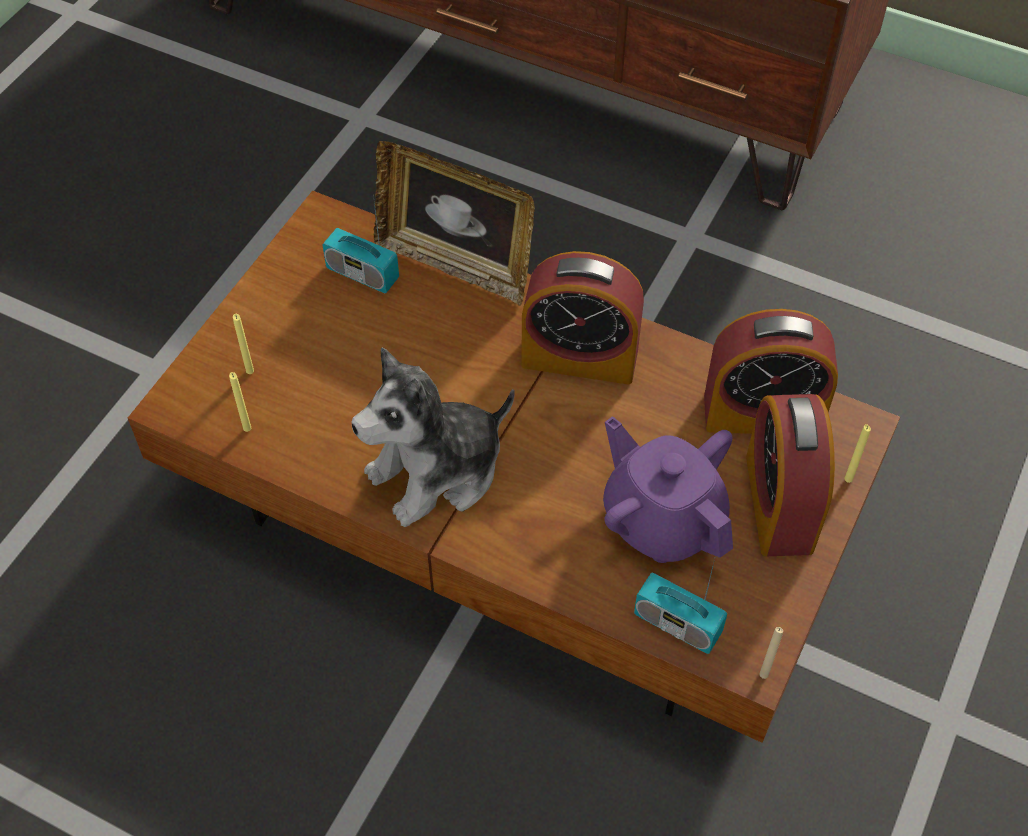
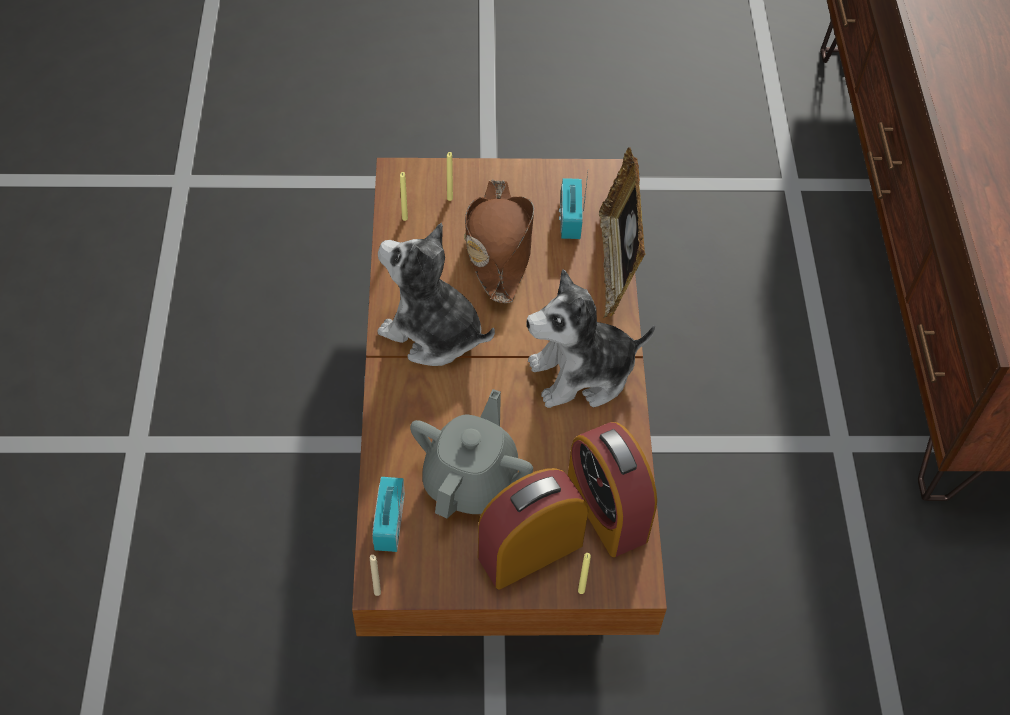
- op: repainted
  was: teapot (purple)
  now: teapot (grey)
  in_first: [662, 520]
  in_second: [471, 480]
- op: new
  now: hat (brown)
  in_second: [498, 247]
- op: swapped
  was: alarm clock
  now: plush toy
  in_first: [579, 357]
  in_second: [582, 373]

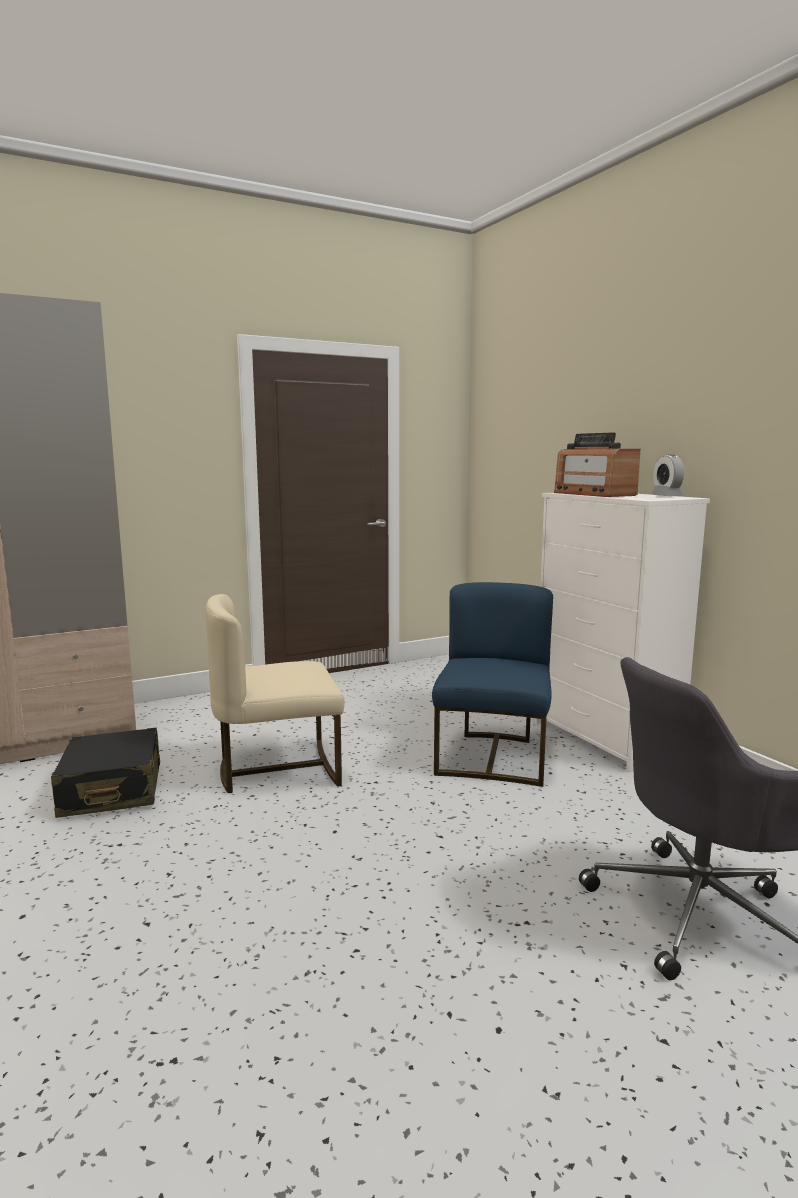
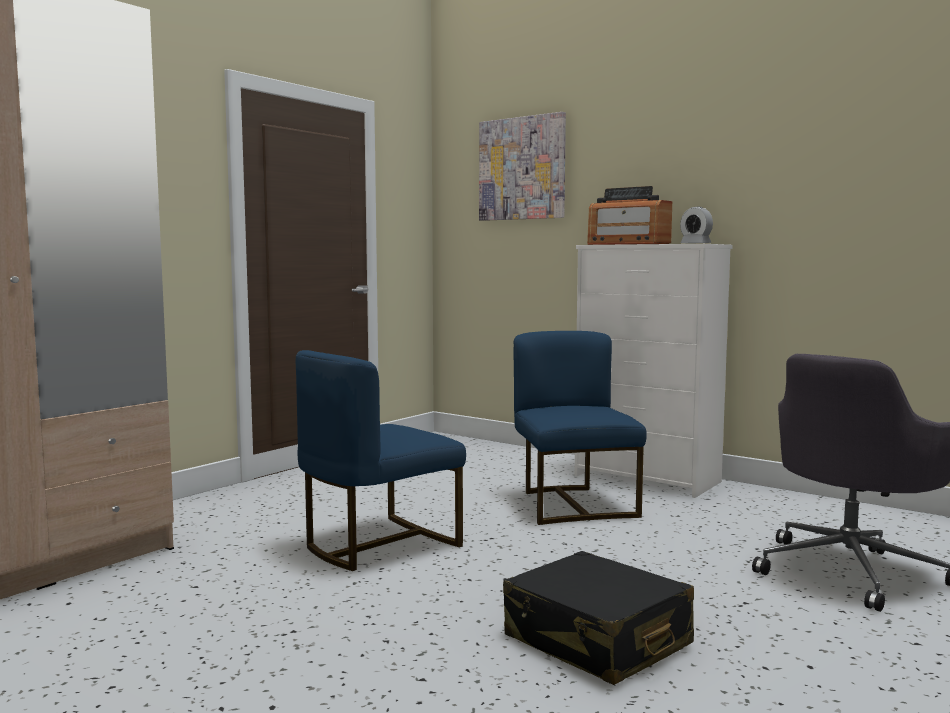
- op: repainted
  was: chair (beige)
  now: chair (blue)
  in_first: [278, 769]
  in_second: [378, 544]
- op: new
  now: picture
  in_second: [522, 168]
- op: shifted
  was: suitcase (black)
  in_first: [112, 790]
  in_second: [597, 641]

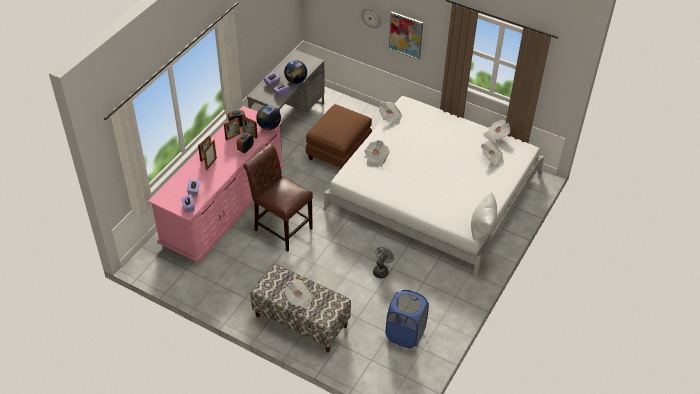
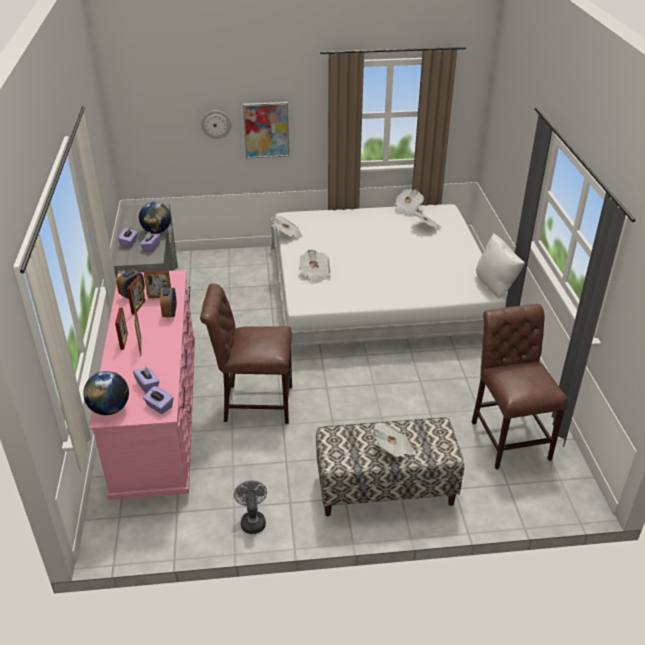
- op: shifted
  was: globe
  in_first: [269, 126]
  in_second: [109, 409]
- op: shifted
  was: fan (grey)
  in_first: [381, 270]
  in_second: [252, 520]
- op: swapped
  was: laundry basket (blue)
  now: chair (brown)
  in_first: [405, 334]
  in_second: [508, 436]
- op: gone
  was: ottoman (brown)
  in_first: [339, 151]

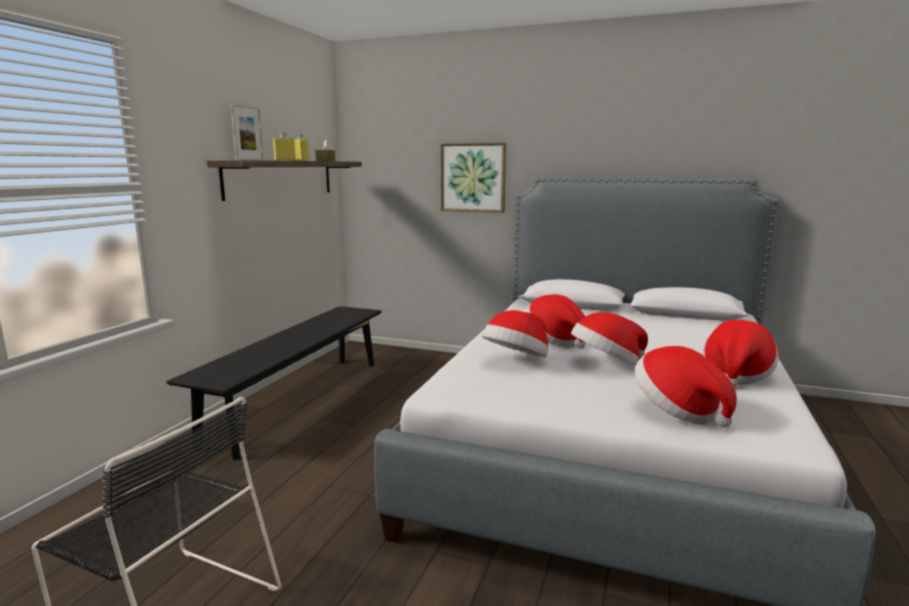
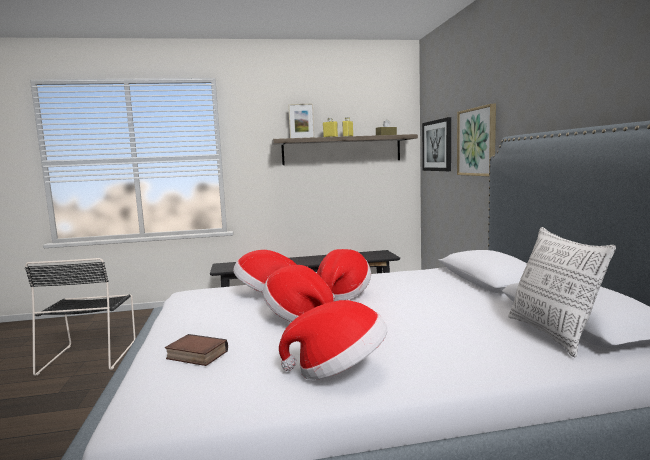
- op: swapped
  was: hat
  now: book
  in_first: [677, 411]
  in_second: [195, 355]
- op: new
  now: picture
  in_second: [437, 145]
- op: new
  now: pillow
  in_second: [552, 334]

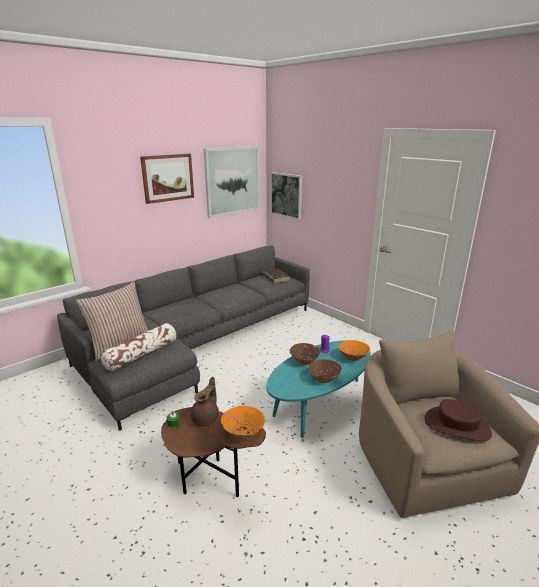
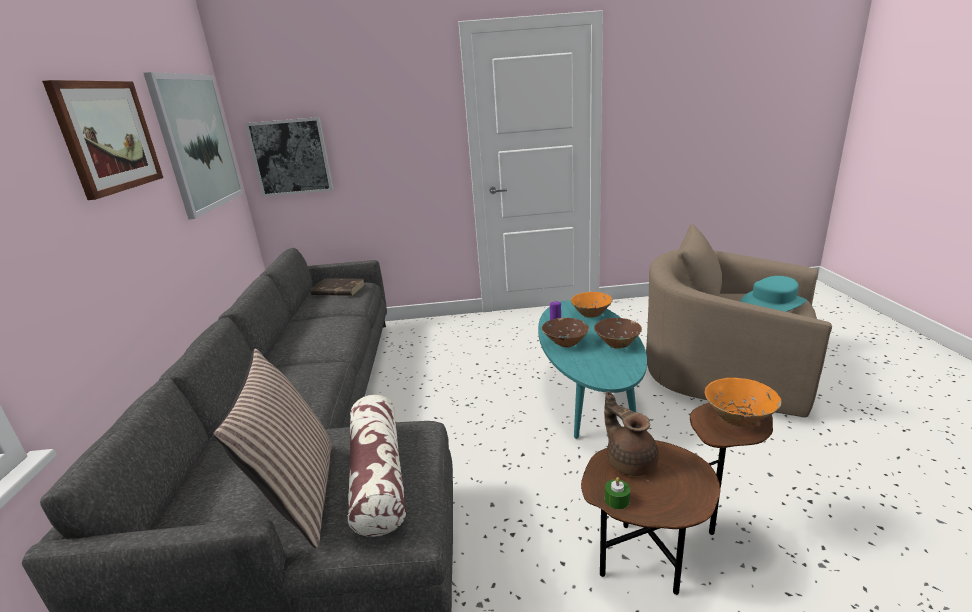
- op: repainted
  was: hat (brown)
  now: hat (turquoise)
  in_first: [457, 426]
  in_second: [772, 304]

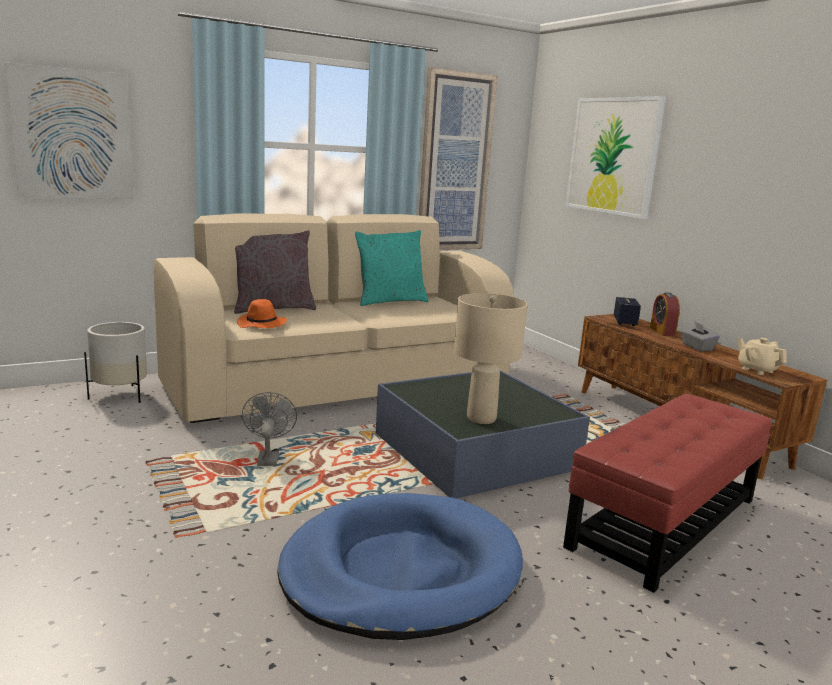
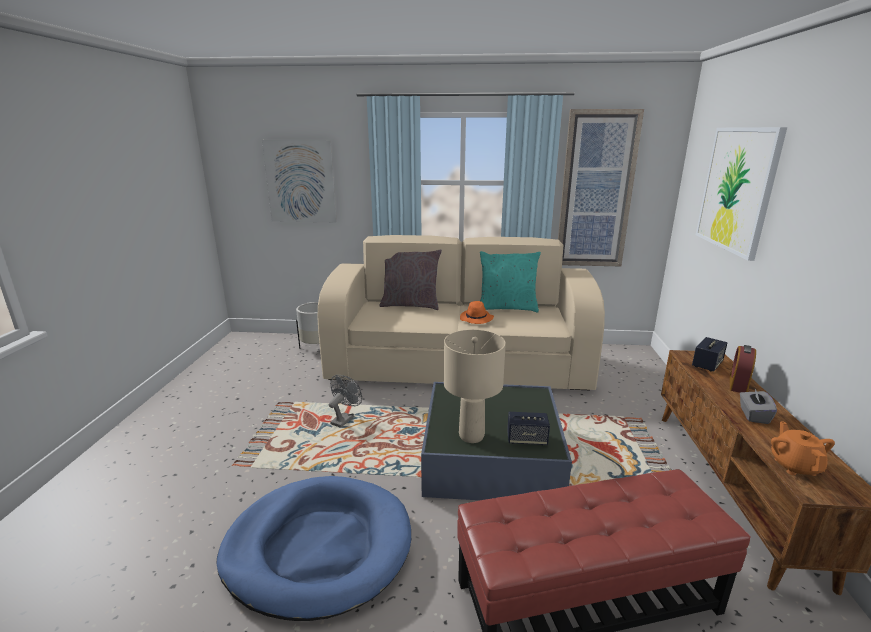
- op: shifted
  was: hat (orange)
  in_first: [262, 324]
  in_second: [476, 319]
- op: new
  now: speaker
  in_second: [526, 439]
- op: repainted
  was: teapot (beige)
  now: teapot (orange)
  in_first: [757, 370]
  in_second: [794, 466]

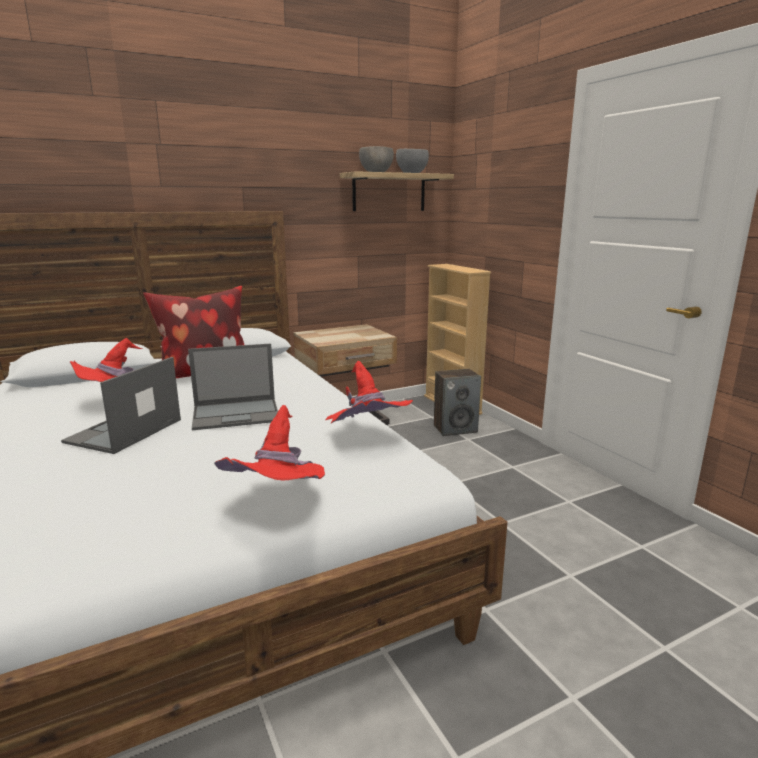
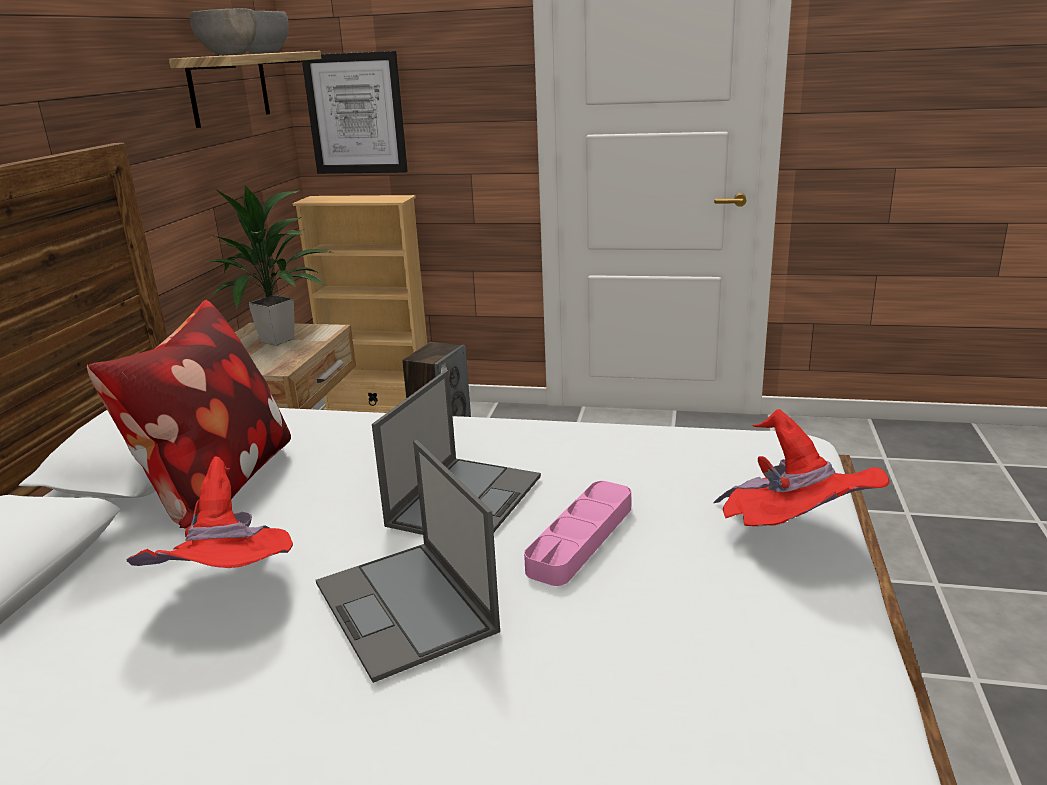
- op: new
  now: potted plant
  in_second: [279, 340]
- op: new
  now: picture
  in_second: [356, 114]
- op: new
  now: tray (pink)
  in_second: [581, 538]
- op: gone
  was: hat (red)
  in_first: [367, 437]

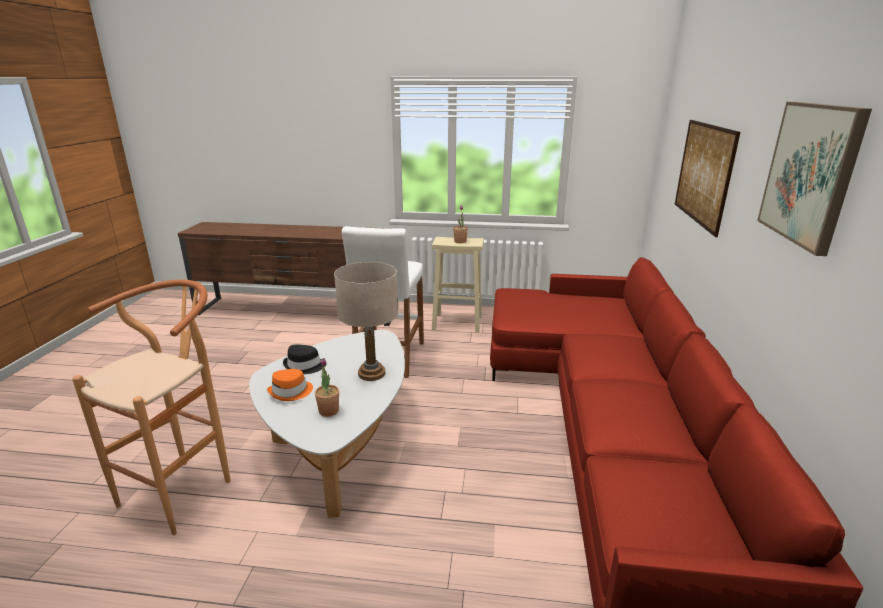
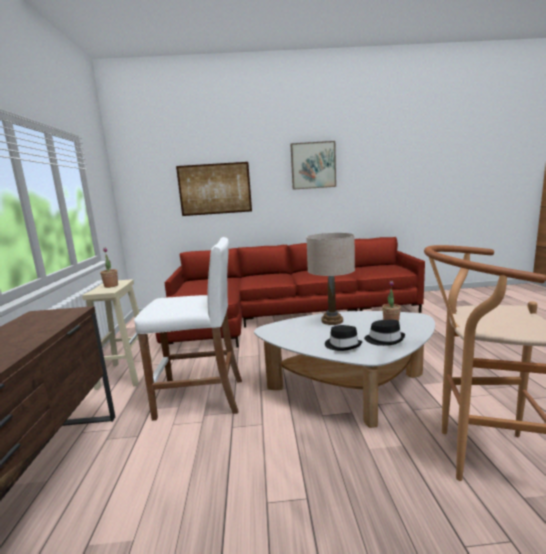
- op: repainted
  was: hat (orange)
  now: hat (black)
  in_first: [291, 392]
  in_second: [384, 339]

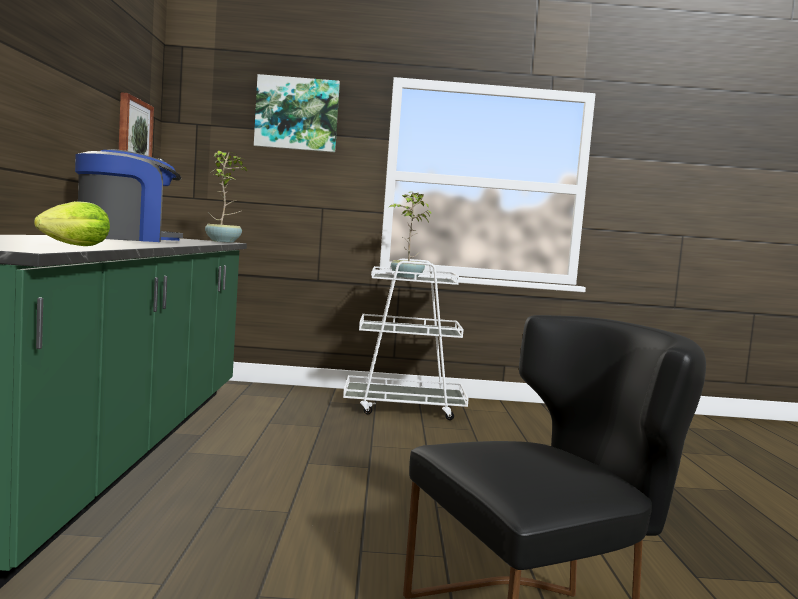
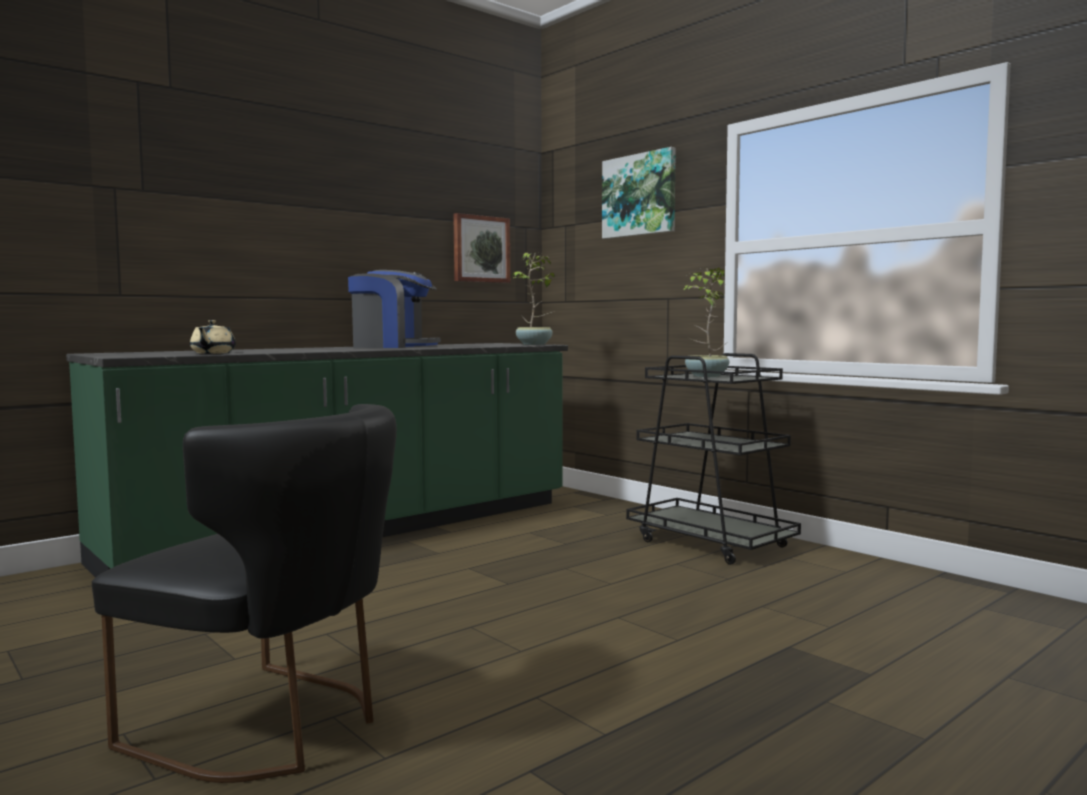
- op: swapped
  was: lettuce
  now: teapot (beige)
  in_first: [71, 245]
  in_second: [212, 353]
- op: repainted
  was: cart (white)
  now: cart (black)
  in_first: [404, 407]
  in_second: [710, 543]

